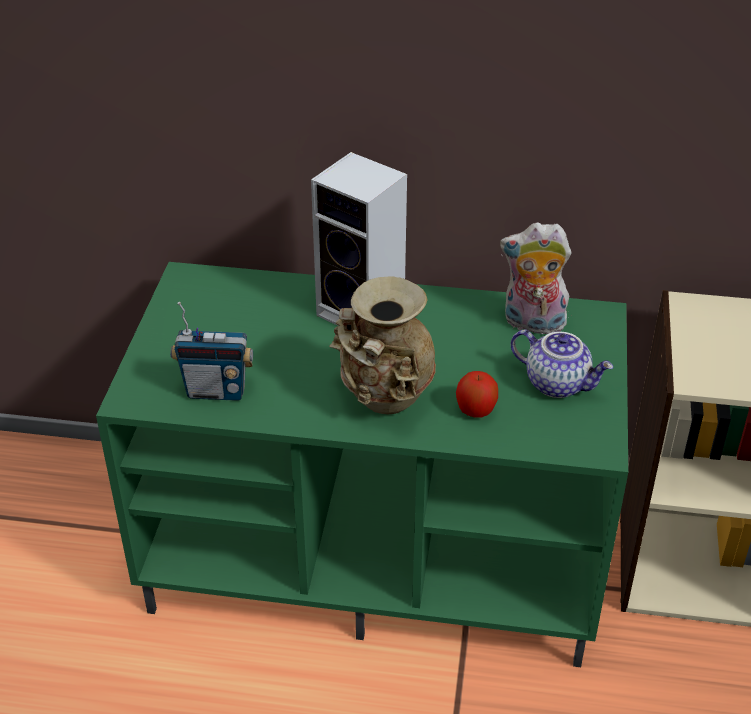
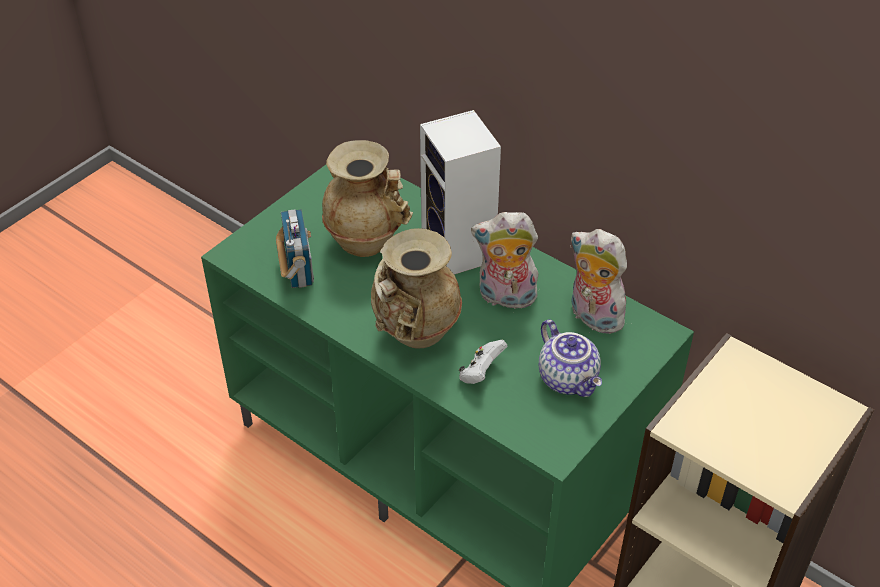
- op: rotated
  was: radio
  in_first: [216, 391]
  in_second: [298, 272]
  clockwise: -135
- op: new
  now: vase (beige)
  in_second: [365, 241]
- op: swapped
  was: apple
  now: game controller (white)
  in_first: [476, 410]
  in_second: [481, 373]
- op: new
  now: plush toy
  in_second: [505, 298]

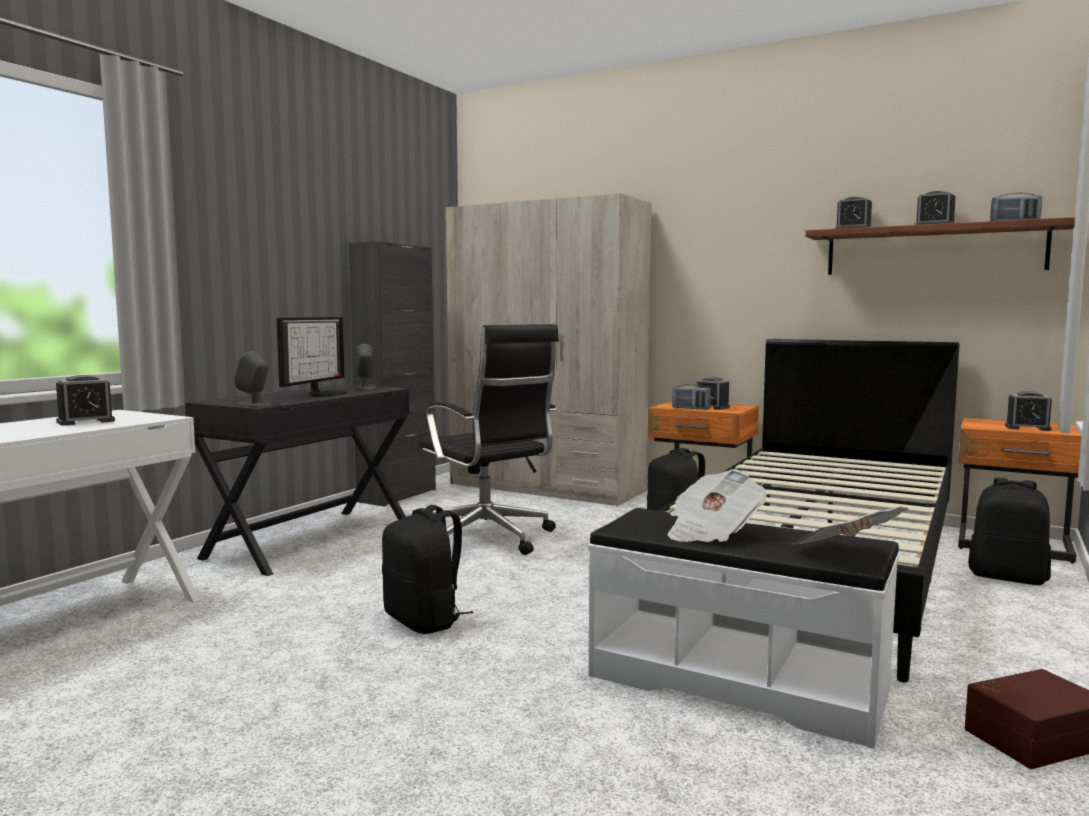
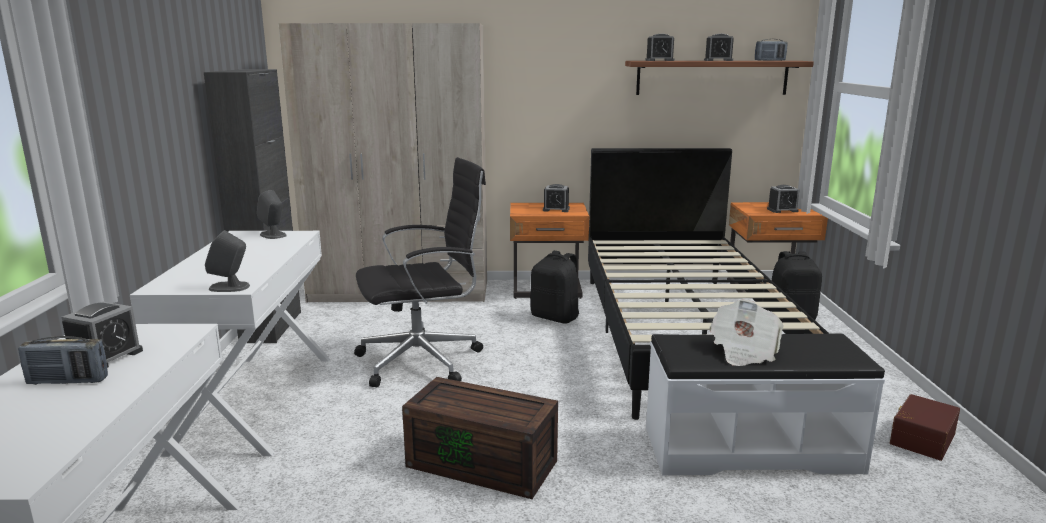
- op: shifted
  was: radio
  in_first: [691, 409]
  in_second: [68, 381]
- op: repainted
  was: desk (black)
  now: desk (white)
  in_first: [310, 539]
  in_second: [255, 401]
- op: rotated
  was: office chair (black)
  in_first: [488, 539]
  in_second: [423, 360]
  clockwise: -45
- op: swapped
  was: backpack (black)
  now: storage box (brown)
  in_first: [425, 621]
  in_second: [484, 463]
- op: gone
  was: monitor
  in_first: [324, 394]
- op: gone
  was: newspaper
  in_first: [846, 555]

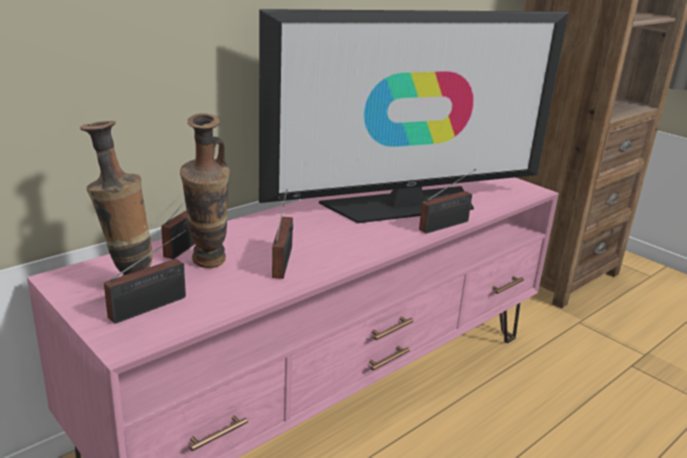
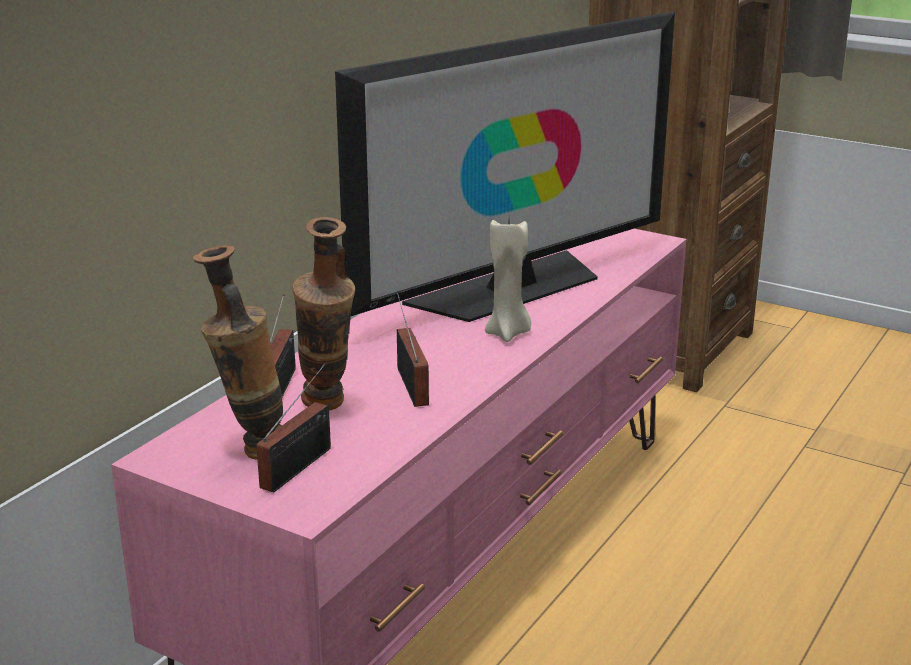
- op: new
  now: candle (beige)
  in_second: [508, 333]
- op: gone
  was: radio
  in_first: [447, 225]

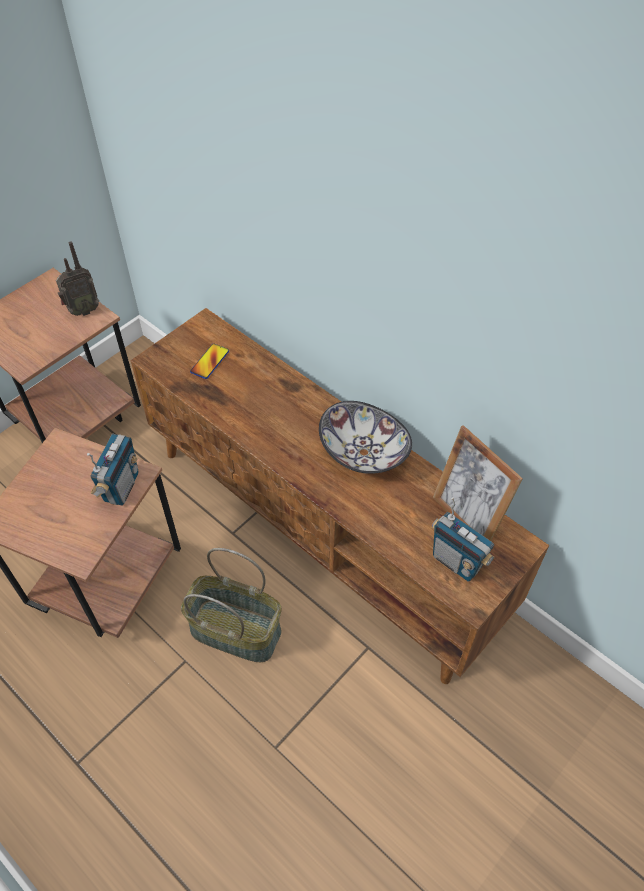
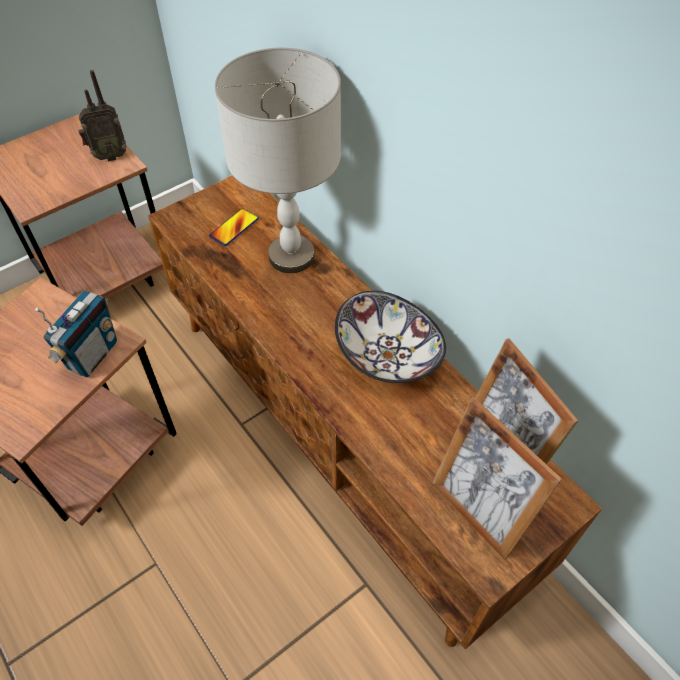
- op: new
  now: table lamp (grey)
  in_second: [292, 256]
- op: swapped
  was: radio
  now: picture frame
  in_first: [457, 562]
  in_second: [478, 511]
- op: gone
  was: basket
  in_first: [237, 630]

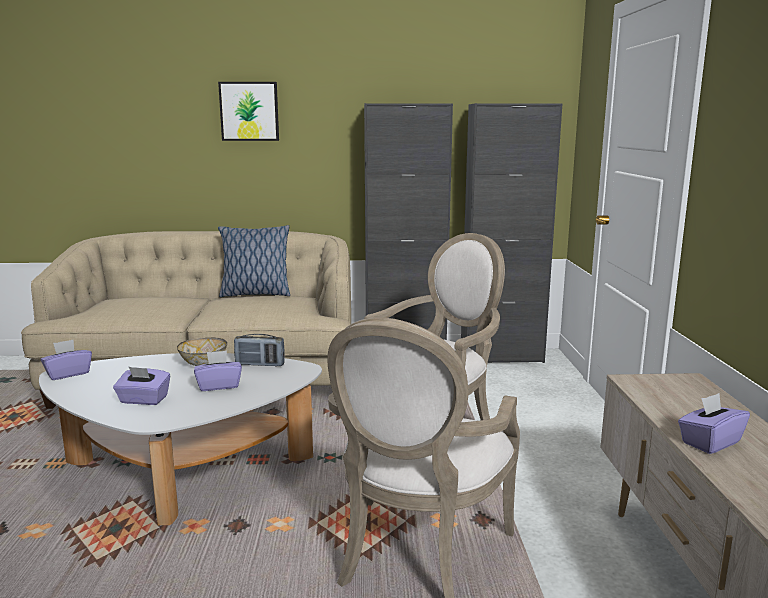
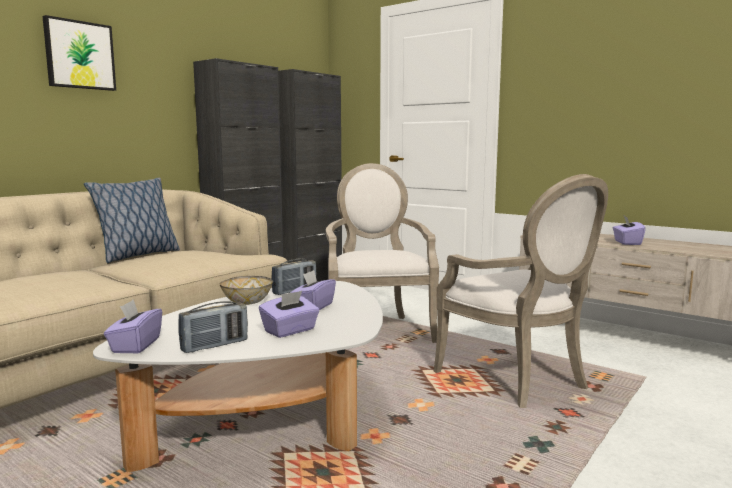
- op: new
  now: radio
  in_second: [215, 346]

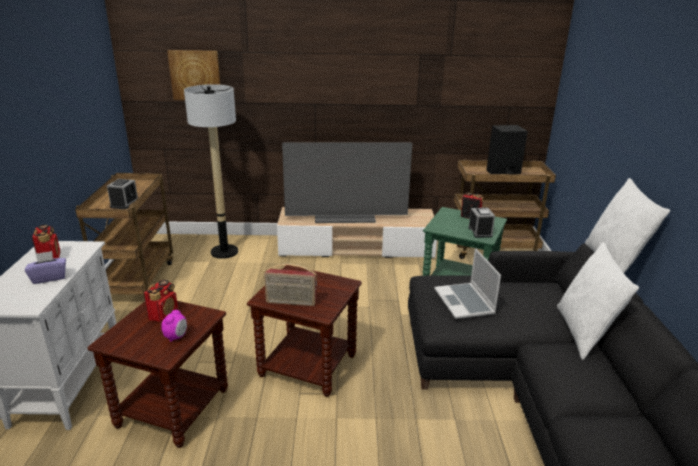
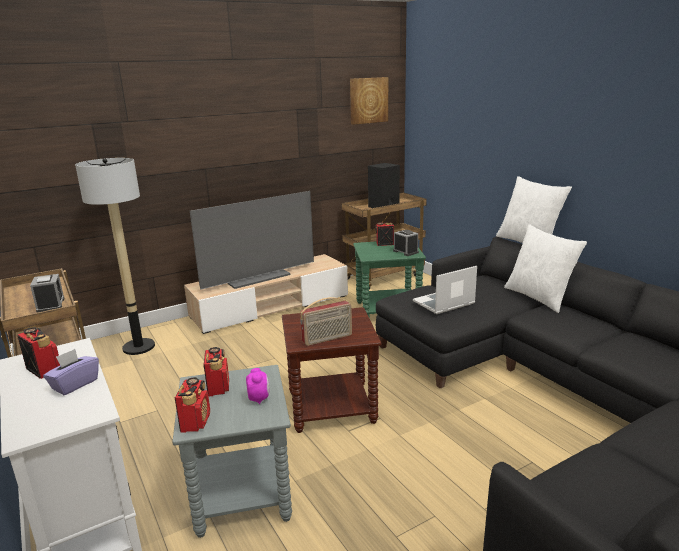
- op: repainted
  was: side table (brown)
  now: side table (grey)
  in_first: [172, 407]
  in_second: [241, 493]
- op: new
  now: radio
  in_second: [195, 422]
- op: shifted
  was: picture
  in_first: [195, 75]
  in_second: [368, 100]
- op: rotated
  was: laptop
  in_first: [465, 302]
  in_second: [443, 303]
  clockwise: 105

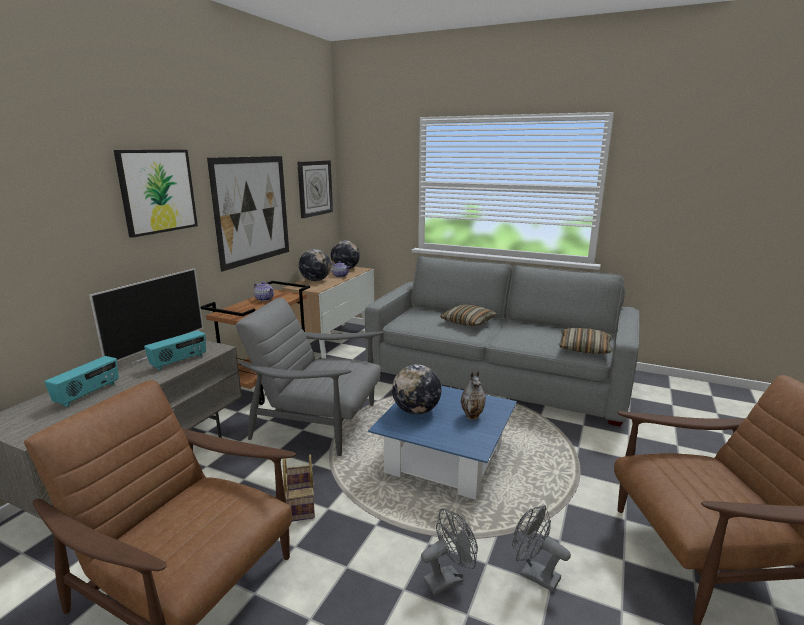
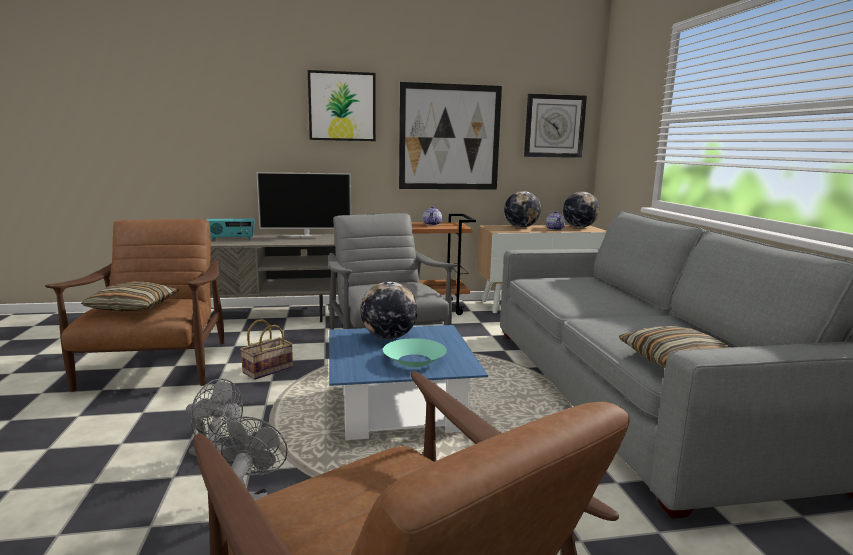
- op: shifted
  was: pillow
  in_first: [468, 322]
  in_second: [133, 307]
- op: swapped
  was: vase
  now: bowl (turquoise)
  in_first: [472, 416]
  in_second: [414, 360]
- op: gone
  was: radio
  in_first: [179, 361]

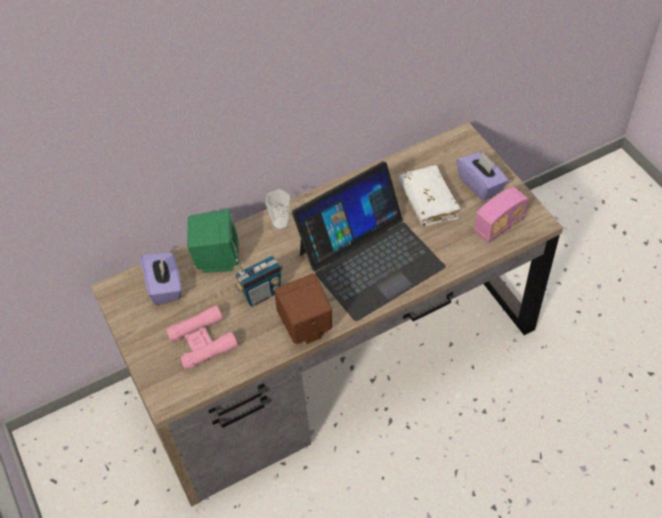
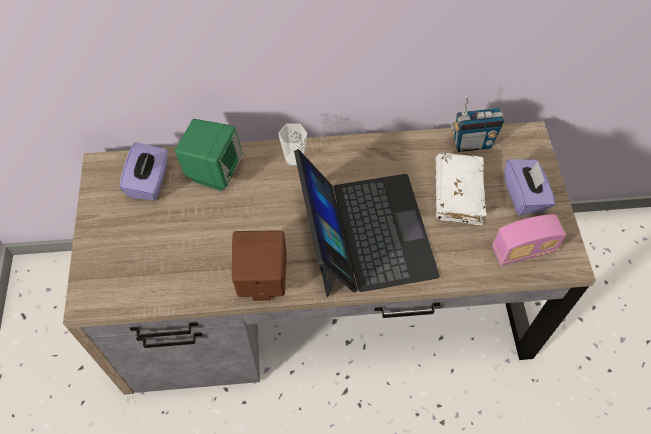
- op: rotated
  was: laptop
  in_first: [370, 259]
  in_second: [365, 233]
  clockwise: -90
- op: shifted
  was: radio
  in_first: [262, 294]
  in_second: [472, 143]
- op: gone
  was: binoculars (pink)
  in_first: [202, 341]

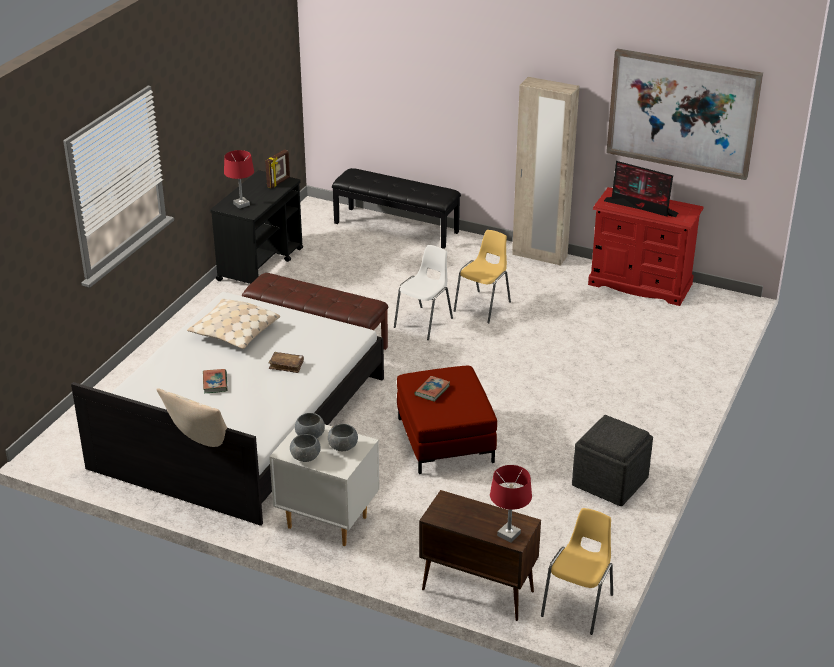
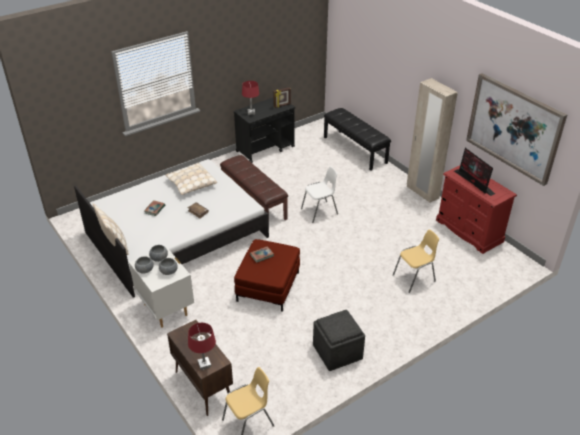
- op: shifted
  was: chair (yellow)
  in_first: [483, 306]
  in_second: [414, 278]

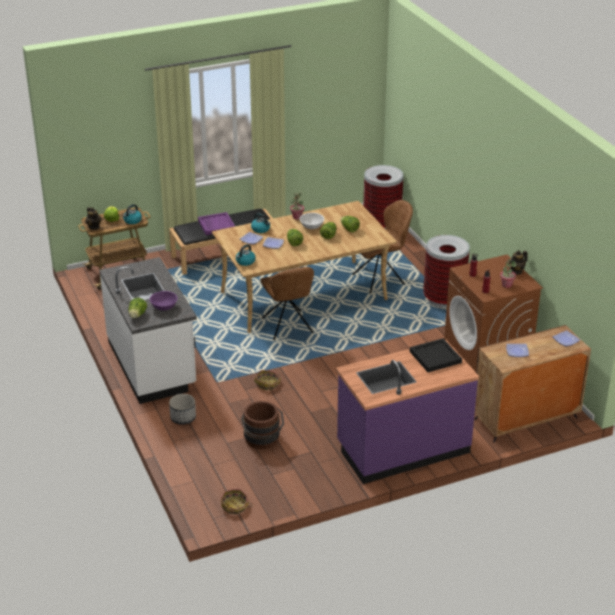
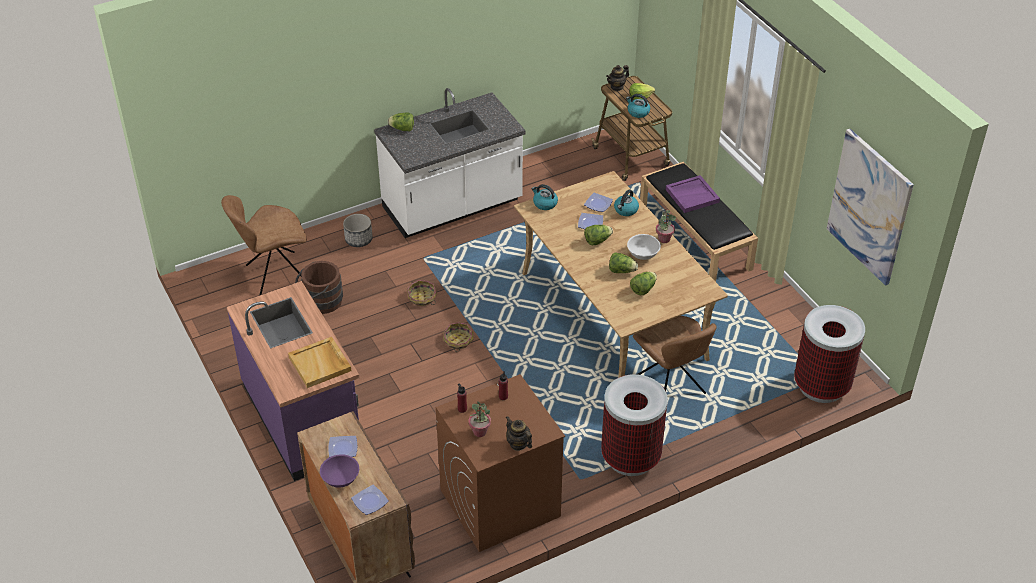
- op: shifted
  was: chair (brown)
  in_first: [288, 327]
  in_second: [274, 275]
- op: repainted
  was: tray (black)
  now: tray (beige)
  in_first: [435, 357]
  in_second: [320, 364]
- op: shifted
  was: bowl (purple)
  in_first: [164, 307]
  in_second: [340, 479]
- op: shifted
  was: basket
  in_first: [235, 506]
  in_second: [458, 341]
- op: new
  now: picture
  in_second: [869, 207]

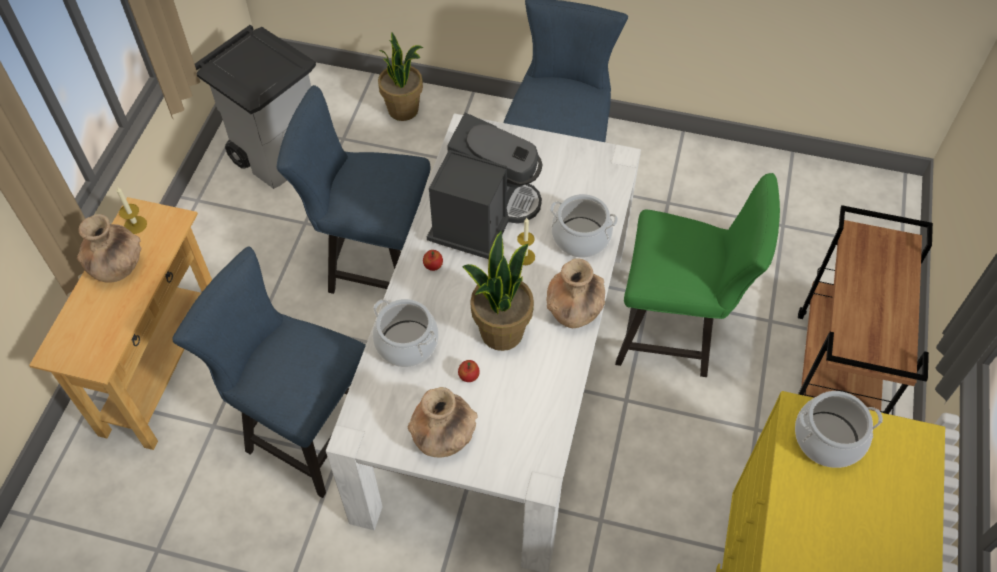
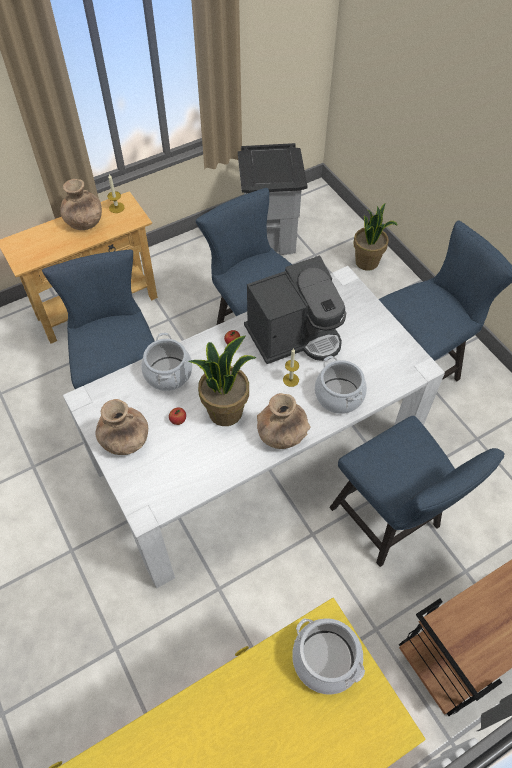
- op: repainted
  was: chair (green)
  now: chair (blue)
  in_first: [676, 332]
  in_second: [390, 522]

